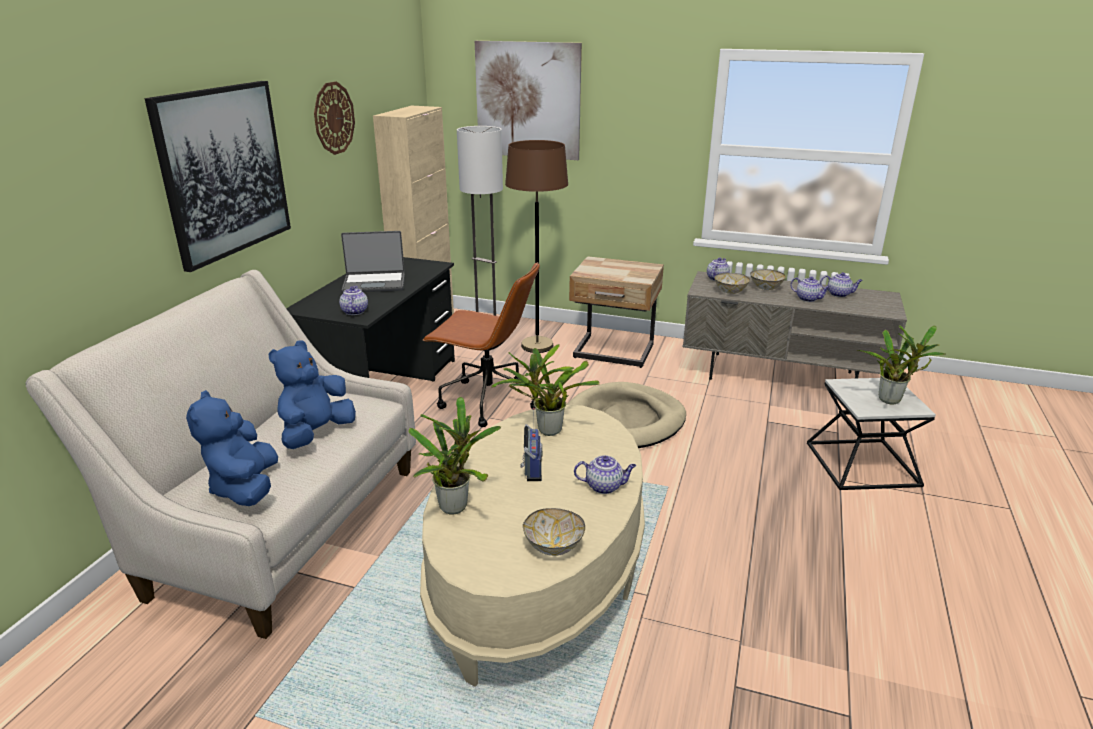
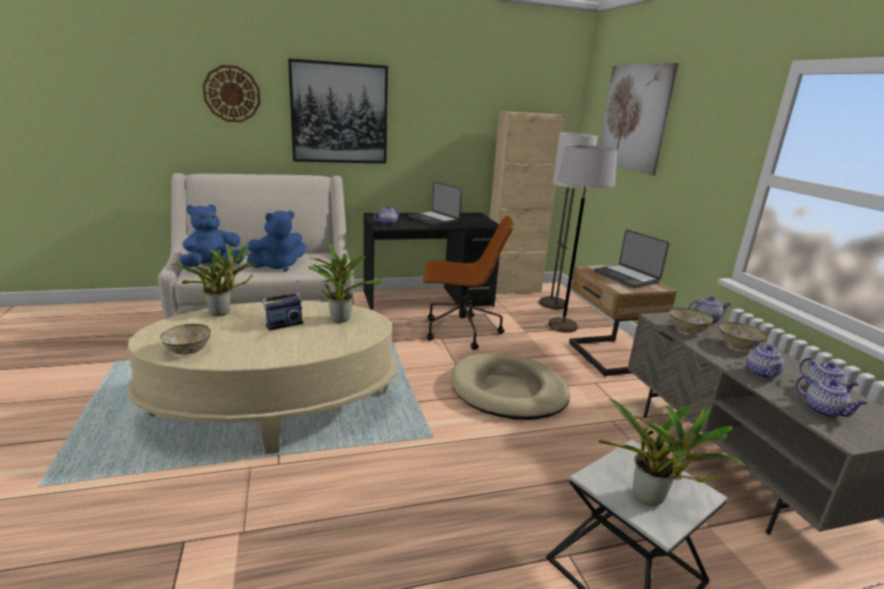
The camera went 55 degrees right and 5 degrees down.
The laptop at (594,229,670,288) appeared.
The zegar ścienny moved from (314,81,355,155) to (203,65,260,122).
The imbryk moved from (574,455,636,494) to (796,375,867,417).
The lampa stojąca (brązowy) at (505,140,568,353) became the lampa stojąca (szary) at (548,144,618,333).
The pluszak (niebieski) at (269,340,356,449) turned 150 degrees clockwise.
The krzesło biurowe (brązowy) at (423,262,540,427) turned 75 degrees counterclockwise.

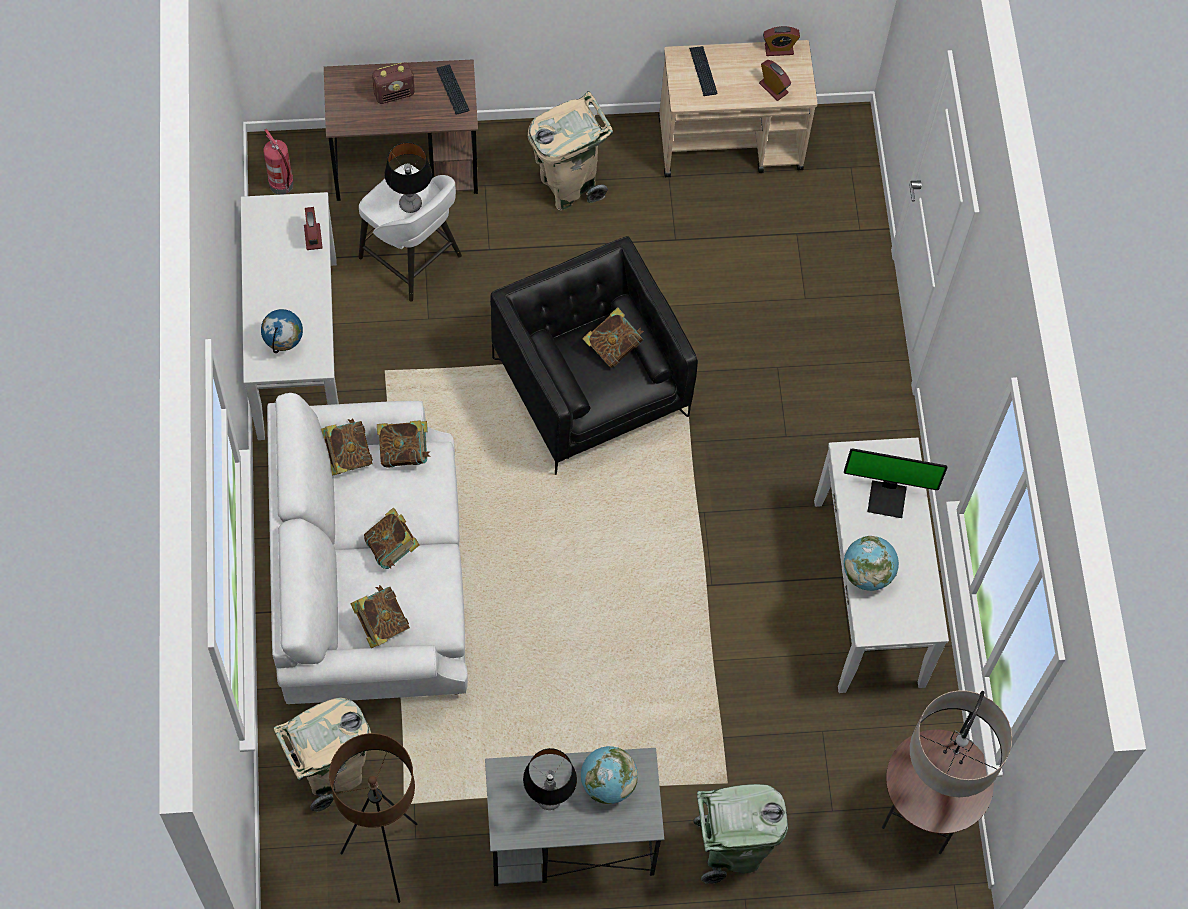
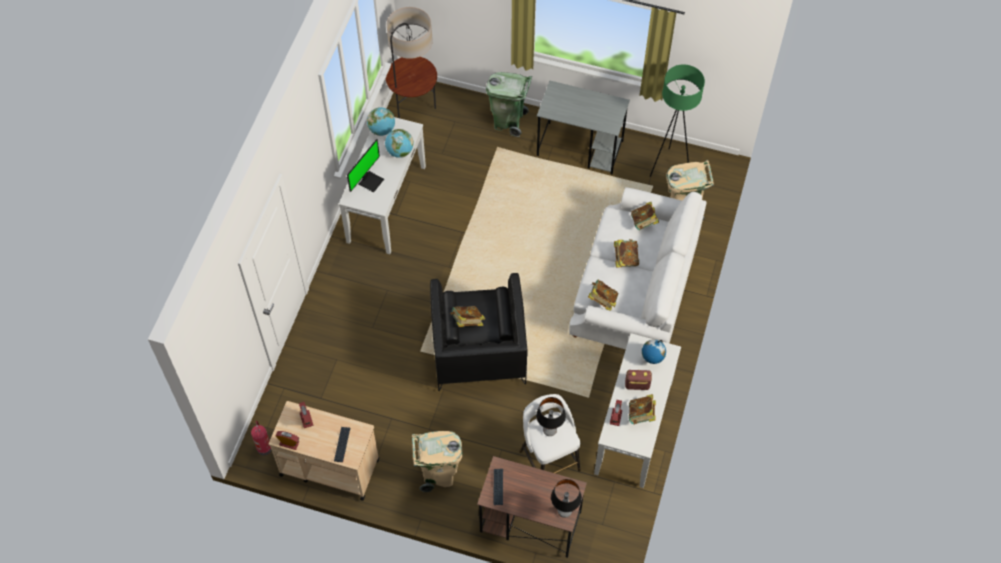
The camera went 155 degrees left and 5 degrees down.
The gaśnica moved from (263,129,294,195) to (251,421,272,455).
The książka moved from (321,418,373,476) to (629,394,656,424).
The radio moved from (372,62,415,104) to (625,370,652,390).
The lampa stołowa moved from (523,748,577,810) to (551,479,582,518).
The globus moved from (581,746,638,804) to (367,108,395,136).
The lampa stojąca (brązowy) at (329,733,418,903) became the lampa stojąca (zielony) at (650,64,705,177).
The monitor at (844,448,948,518) turned 90 degrees clockwise.

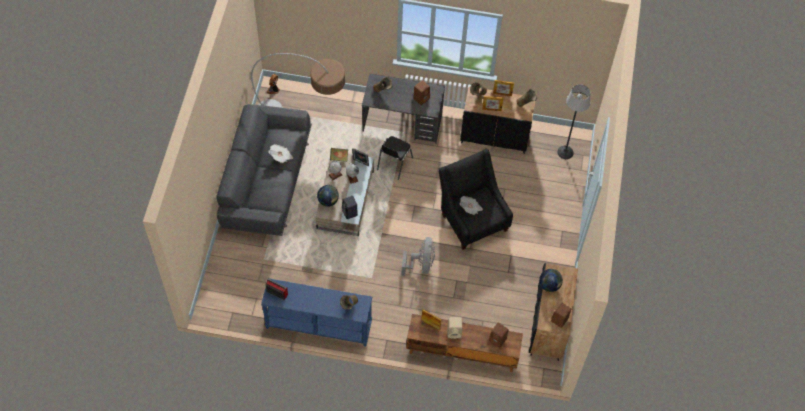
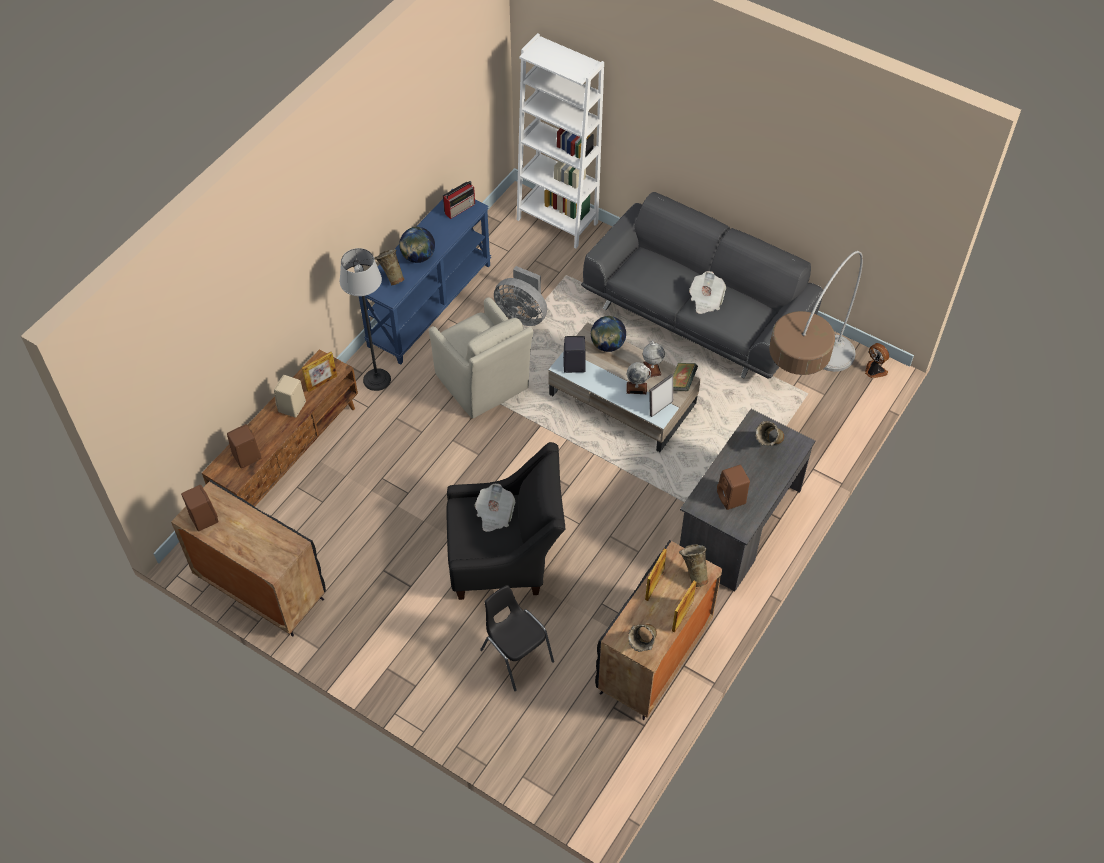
The camera went 115 degrees right and 5 degrees down.
The fotel (beżowy) at (429,297,533,418) appeared.
The regał (biały) at (517,33,604,248) appeared.
The krzesło (czarny) moved from (377,136,413,180) to (480,585,554,691).
The wentylator (szary) moved from (401,237,435,276) to (494,266,547,326).
The globus moved from (539,269,563,292) to (399,227,435,263).
The lampa stojąca moved from (557,85,590,159) to (340,248,391,391).

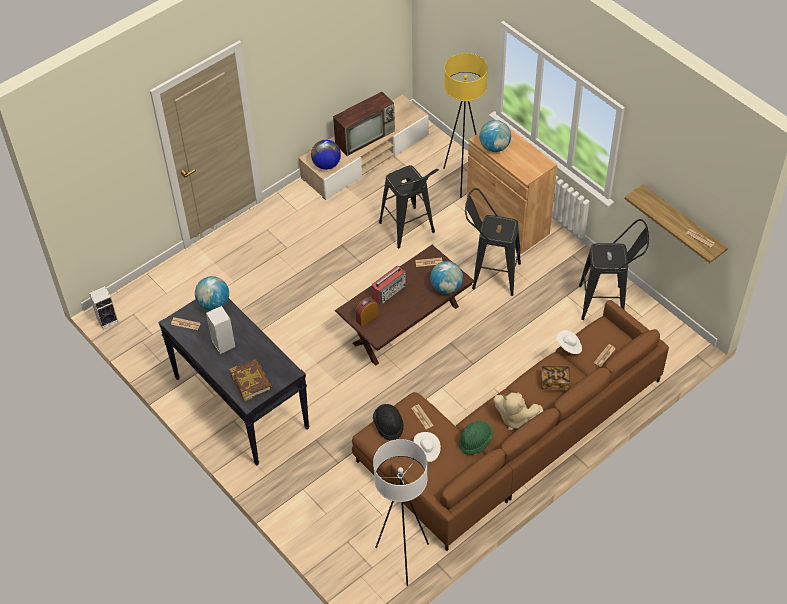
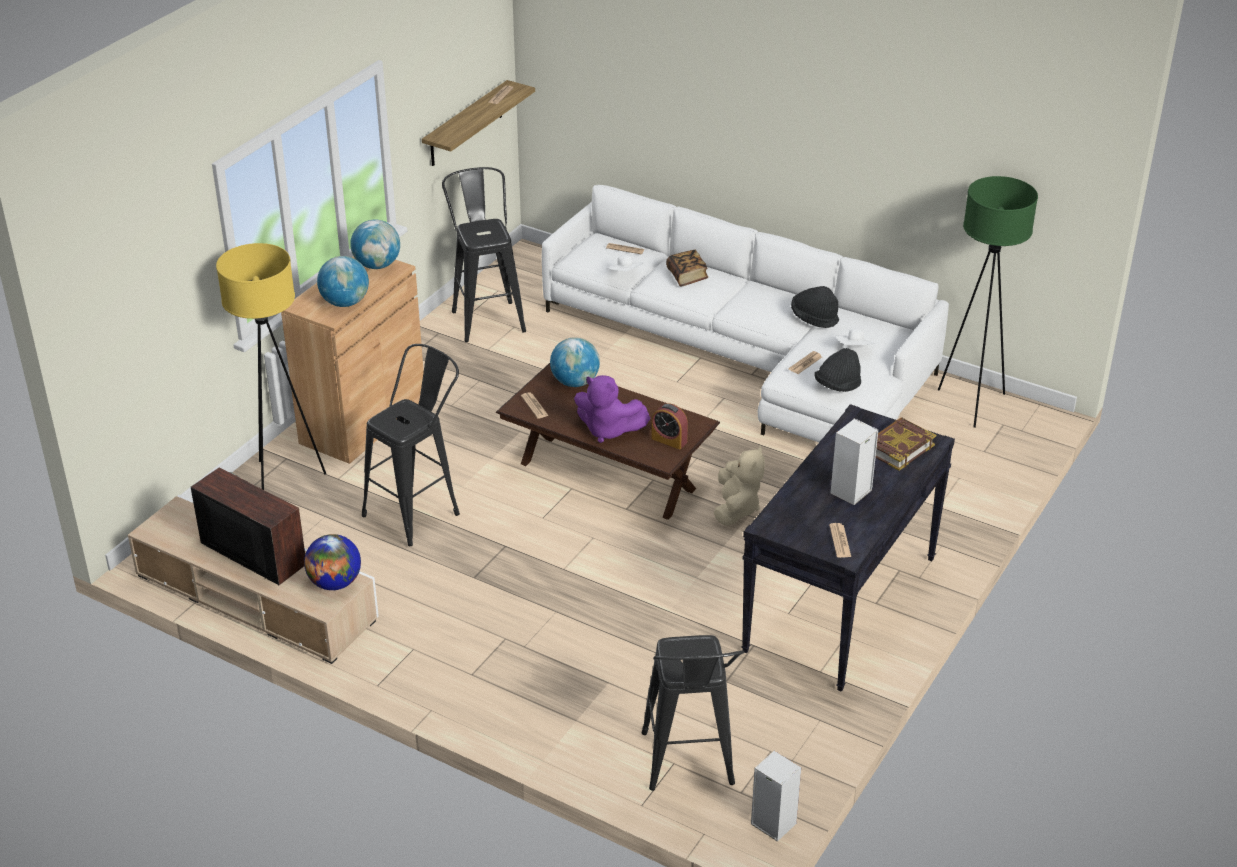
The camera went 110 degrees left and 15 degrees down.
The globus moved from (195,276,229,310) to (350,220,400,269).
The stołek (czarny) moved from (465,188,521,296) to (642,635,744,791).
The pluszak (beżowy) moved from (493,393,543,430) to (714,446,765,526).
The radio at (372,266,406,304) was replaced by the pluszak (fioletowy) at (574,375,651,443).
The kanapa (brązowy) at (352,300,669,551) became the kanapa (biały) at (542,185,949,442).
The lampa stojąca (biały) at (373,439,429,586) became the lampa stojąca (zielony) at (938,176,1038,428).
The kapelusz (zielony) at (459,421,493,455) became the kapelusz (czarny) at (791,286,839,328).

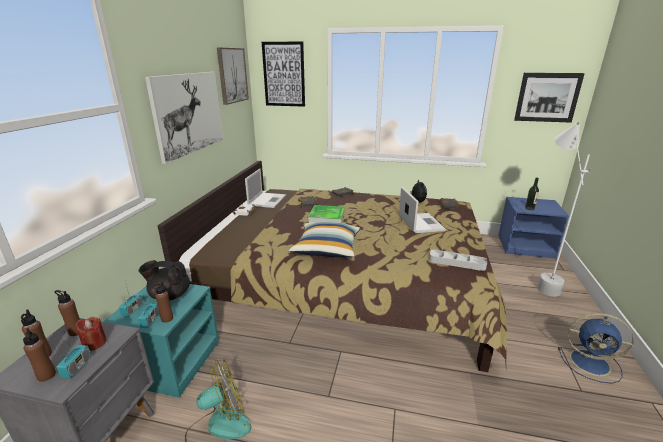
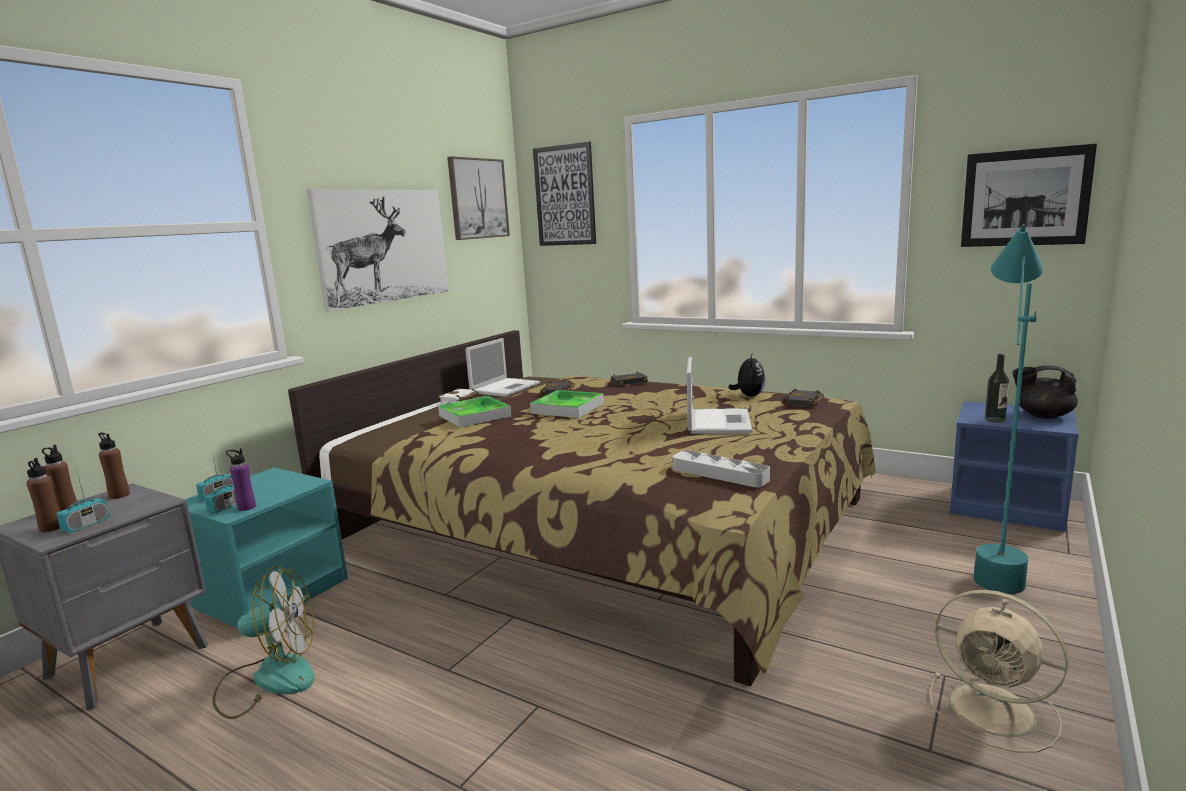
The camera went 20 degrees right and 10 degrees down.
The świeca (czerwony) at (75,317,107,351) disappeared.
The poduszka at (289,222,360,257) disappeared.
The taca at (438,396,511,428) appeared.
The imbryk (czarny) moved from (138,260,190,301) to (1012,365,1078,419).
The butelka (brązowy) at (153,282,173,323) became the butelka (fioletowy) at (226,448,256,511).
The lampa stojąca (biały) at (537,122,591,297) became the lampa stojąca (turkusowy) at (974,224,1043,594).
The wentylator (niebieski) at (558,313,634,384) became the wentylator (beżowy) at (929,590,1069,753).

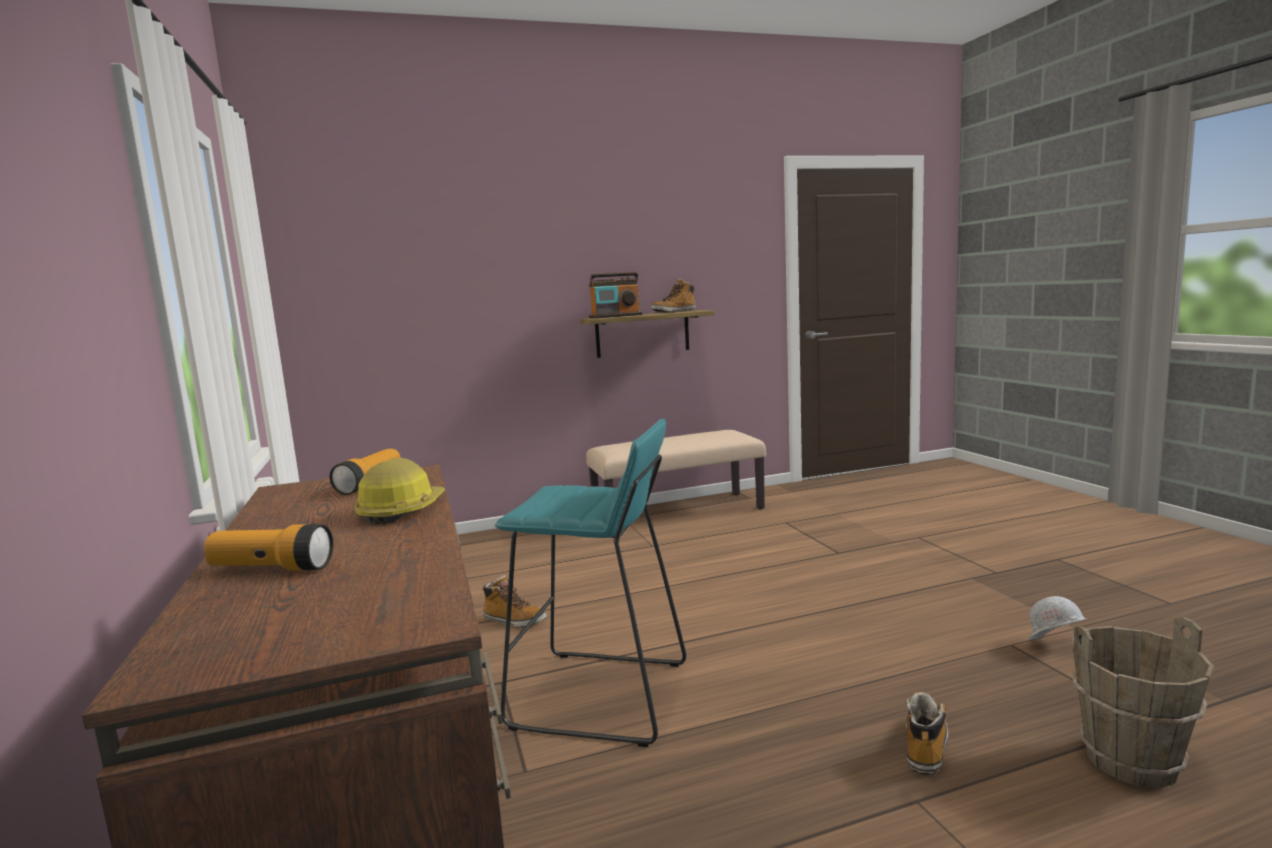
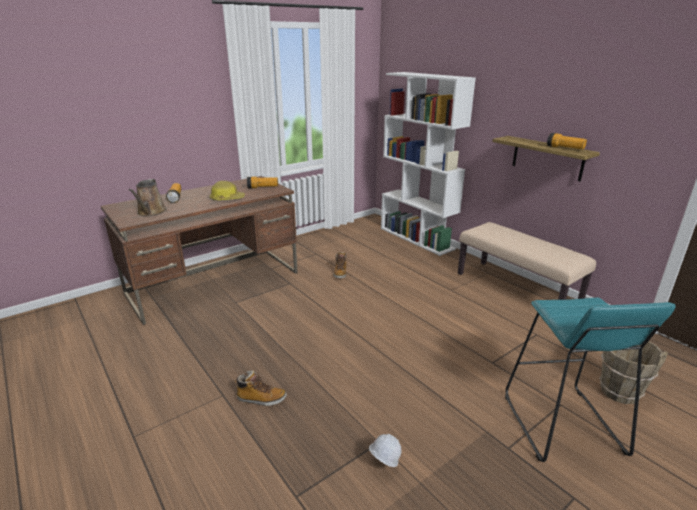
The camera went 70 degrees right and 15 degrees up.
The radio at (589,272,642,318) disappeared.
The konewka (brązowy) at (129,179,167,216) appeared.
The regał (biały) at (381,72,476,256) appeared.
The stołek (turkusowy) moved from (495,419,686,747) to (505,297,676,462).
The wiadro (brązowy) moved from (1073,618,1214,788) to (599,341,668,404).
The but z cholewką at (651,279,696,313) was replaced by the latarka at (547,133,587,149).

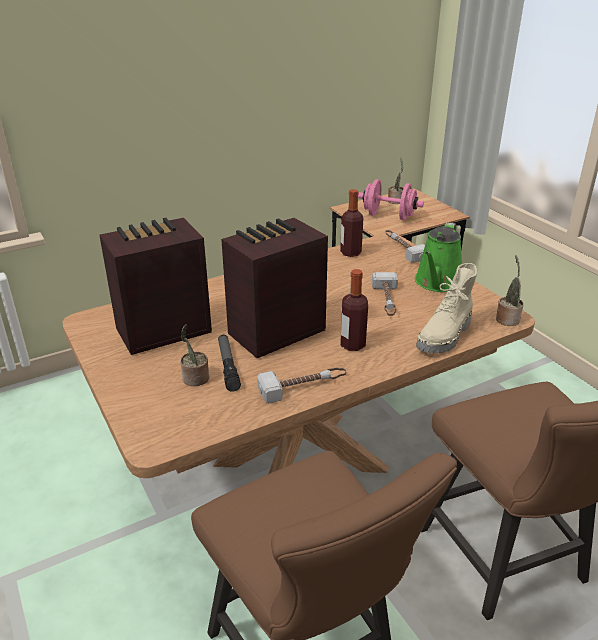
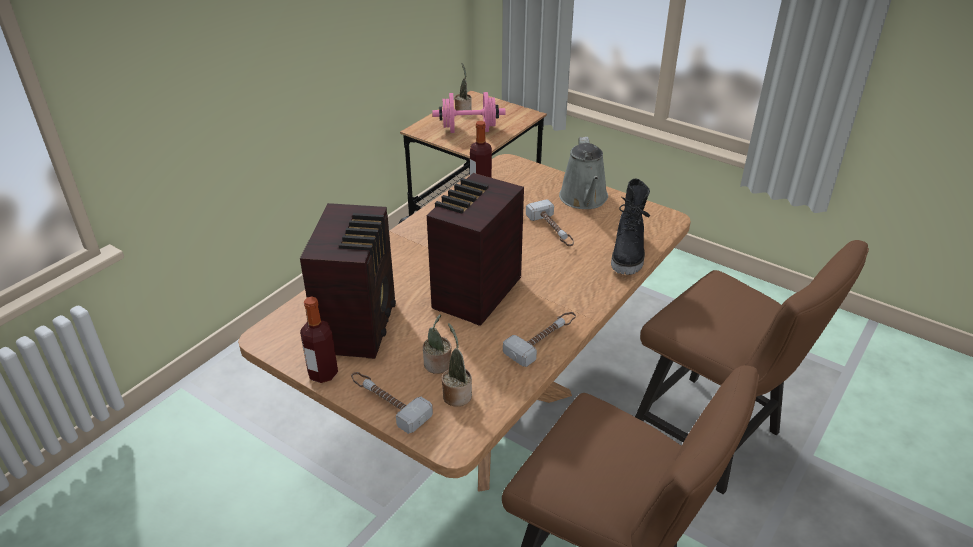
The camera went 25 degrees left and 5 degrees up.
The latarka at (218,335,241,392) disappeared.
The butelka moved from (341,269,368,351) to (300,296,338,383).
The młotek moved from (385,230,425,263) to (351,372,433,434).
The roślina doniczkowa moved from (496,255,524,326) to (441,323,472,406).
The konewka (zielony) at (415,222,462,292) became the konewka (szary) at (559,137,608,209).
The but z cholewką (beżowy) at (416,263,477,353) became the but z cholewką (czarny) at (611,178,650,275).
The radio at (99,218,212,355) turned 150 degrees clockwise.

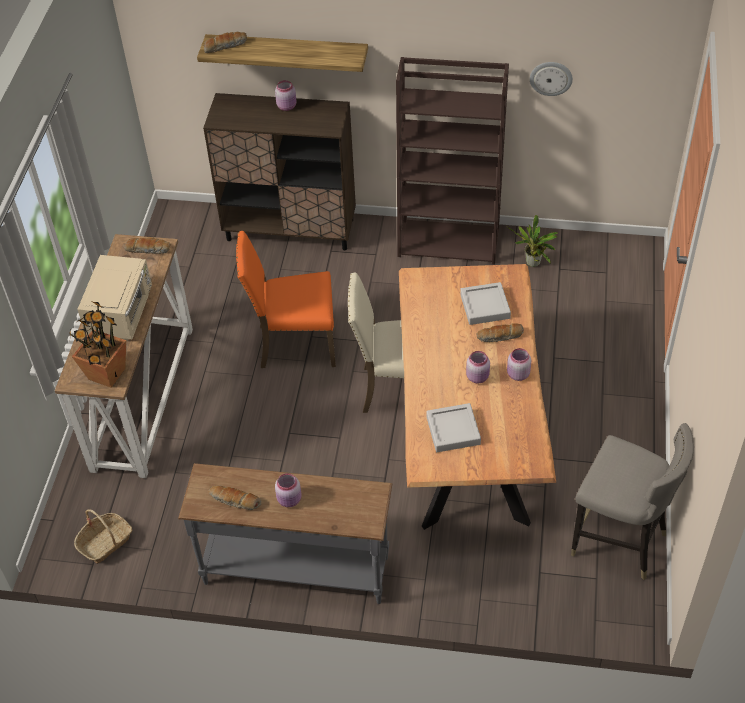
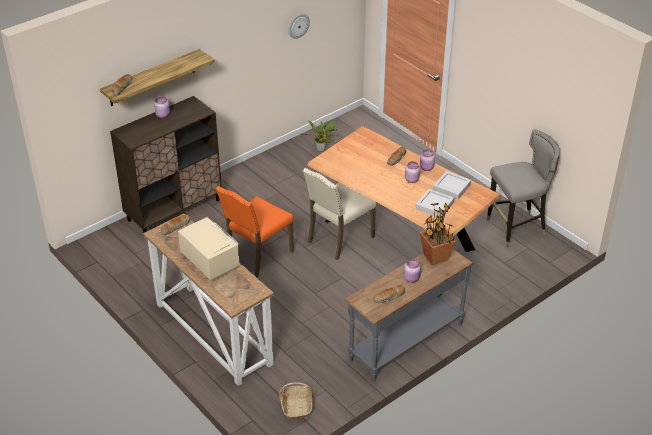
The camera went 50 degrees left and 10 degrees down.
The regał (brązowy) at (396,57,509,265) disappeared.
The roślina doniczkowa moved from (69,301,126,388) to (420,203,456,265).
The taca (szary) moved from (460,282,511,325) to (433,171,471,200).

